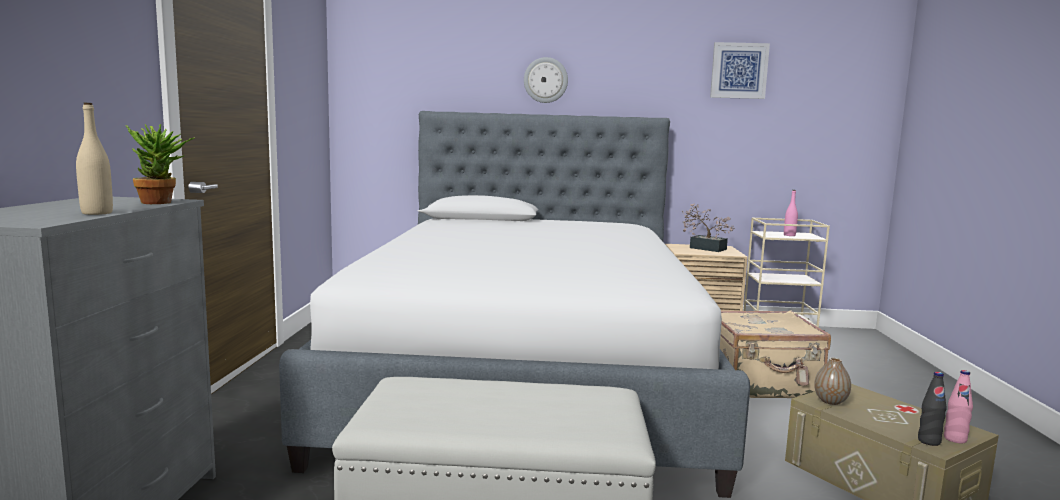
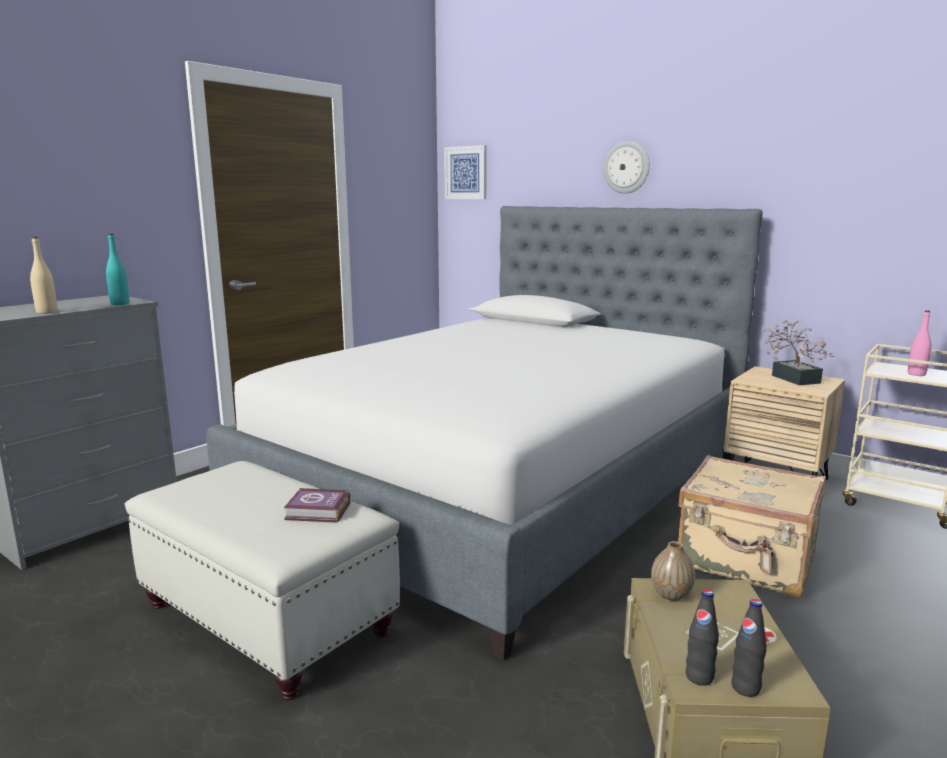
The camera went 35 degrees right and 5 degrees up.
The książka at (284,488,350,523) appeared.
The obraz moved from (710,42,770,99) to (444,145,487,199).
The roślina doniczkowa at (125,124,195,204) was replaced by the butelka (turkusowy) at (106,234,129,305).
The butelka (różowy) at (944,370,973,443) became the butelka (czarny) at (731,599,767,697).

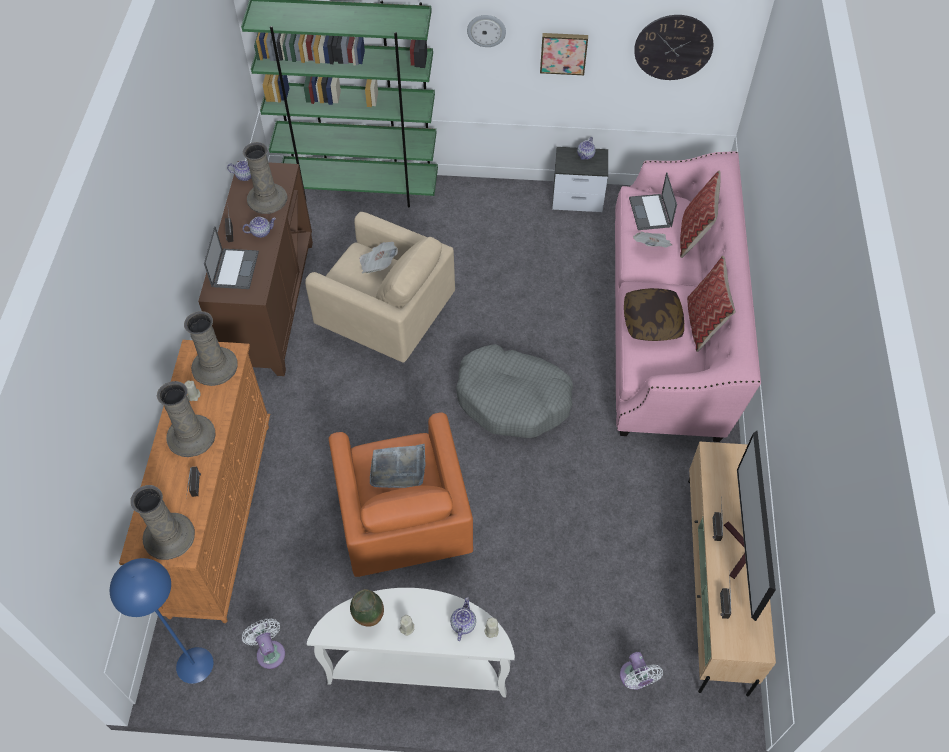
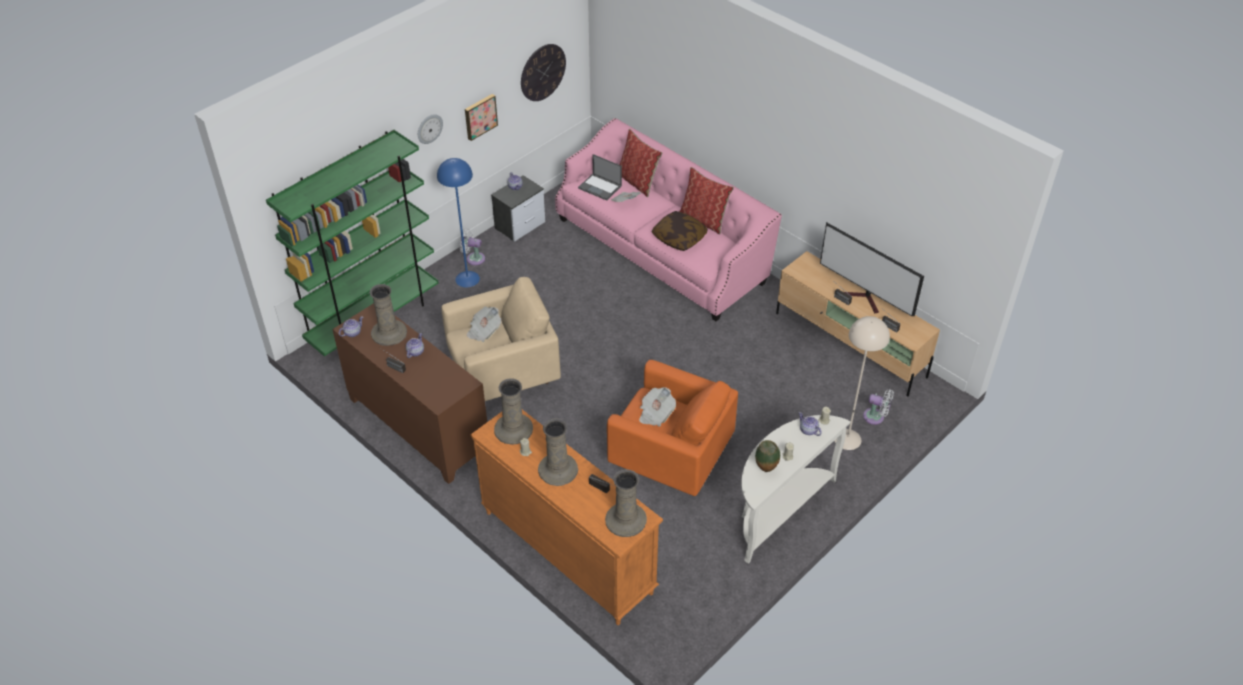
The camera went 50 degrees left and 10 degrees down.
The laptop at (204,226,259,289) disappeared.
The legowisko (szary) at (456,344,573,438) disappeared.
The lampa stojąca (beżowy) at (834,316,890,450) appeared.
The lampa stojąca (niebieski) moved from (110,558,213,684) to (437,158,480,288).
The wentylator (biały) moved from (242,618,285,669) to (459,229,485,265).
The taca (szary) at (370,444,425,488) was replaced by the gazeta at (639,387,676,427).

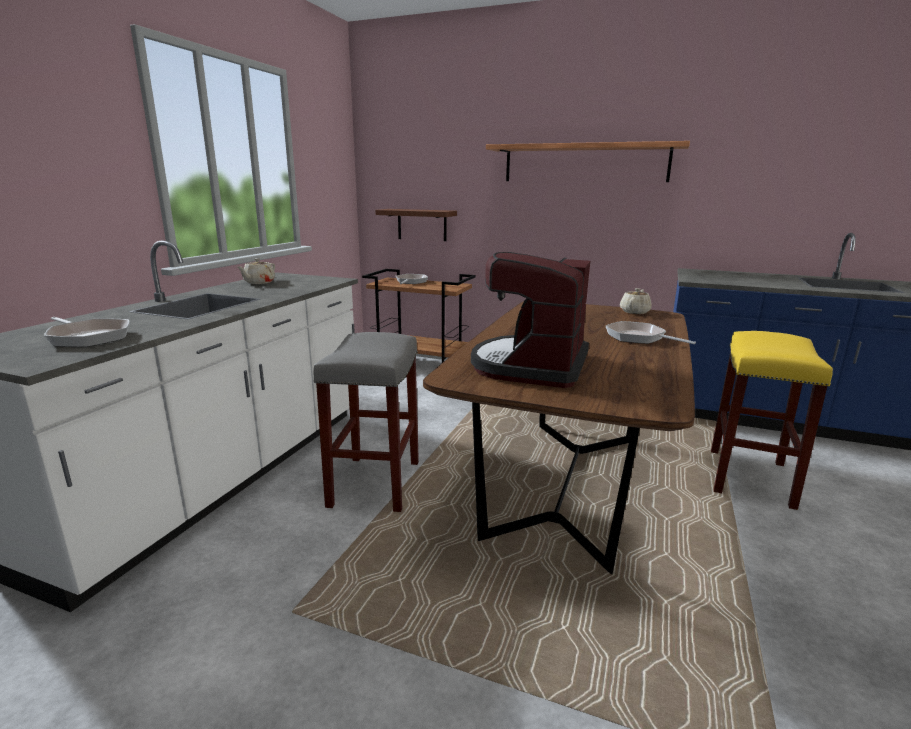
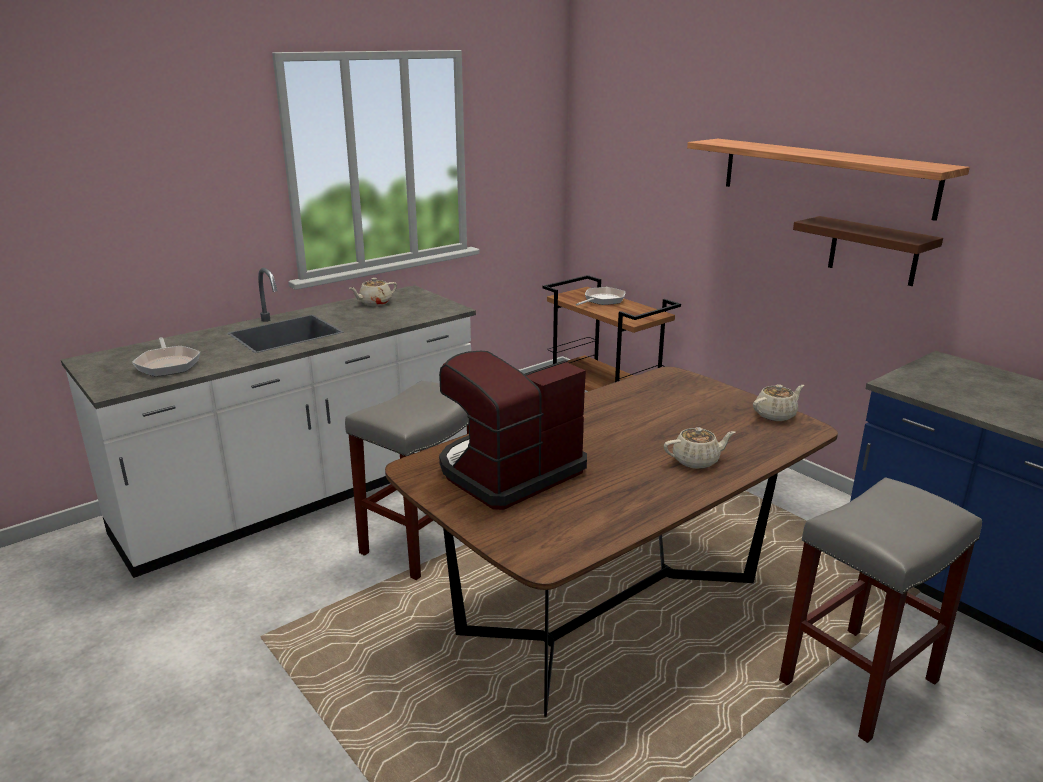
The camera went 30 degrees right and 5 degrees up.
The półka (brązowy) moved from (375,209,457,241) to (793,216,943,286).
The patelnia at (606,321,696,344) was replaced by the imbryk (beżowy) at (664,427,735,469).
The stołek (żółty) at (711,331,833,510) became the stołek (szary) at (779,477,982,743).

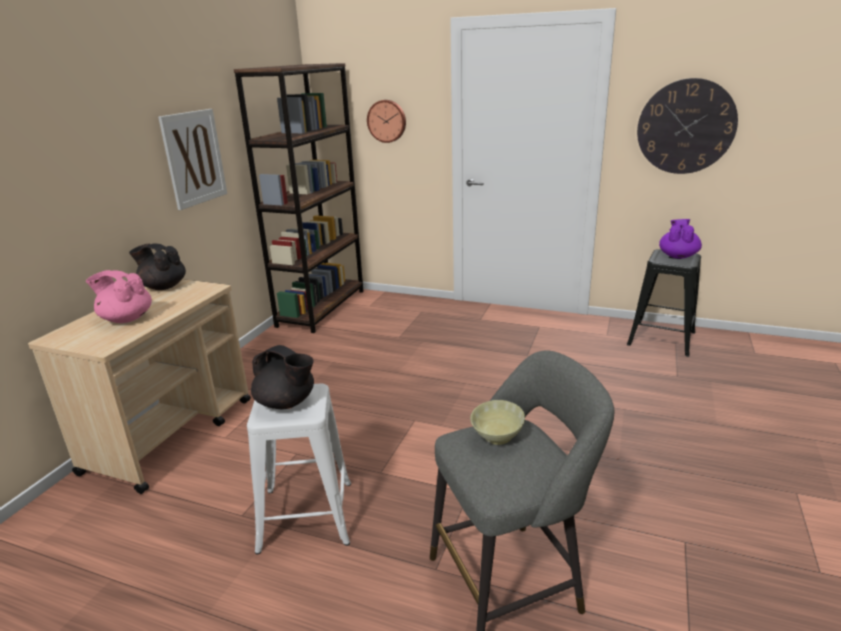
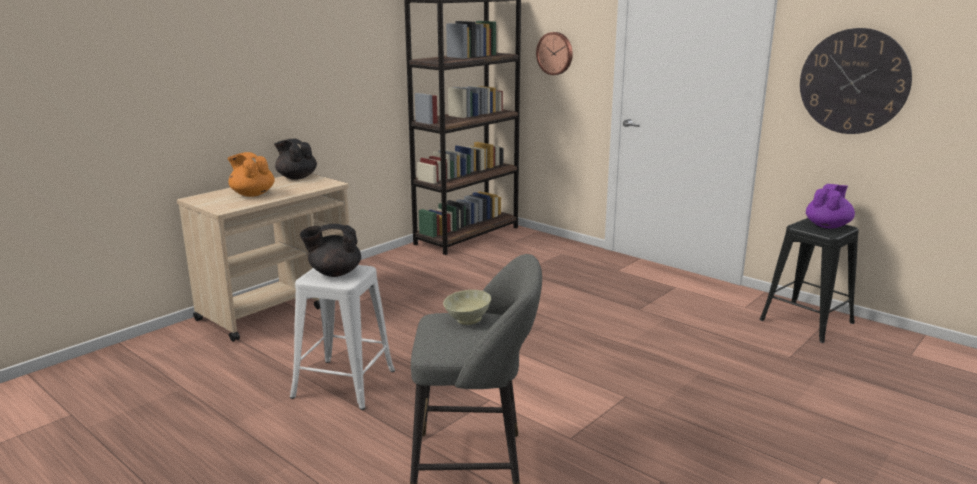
The camera went 20 degrees right and 5 degrees down.
The obraz at (158,109,227,210) disappeared.
The imbryk (różowy) at (86,270,152,323) became the imbryk (pomarańczowy) at (228,152,275,197).
The imbryk (czarny) at (251,345,314,409) turned 120 degrees clockwise.

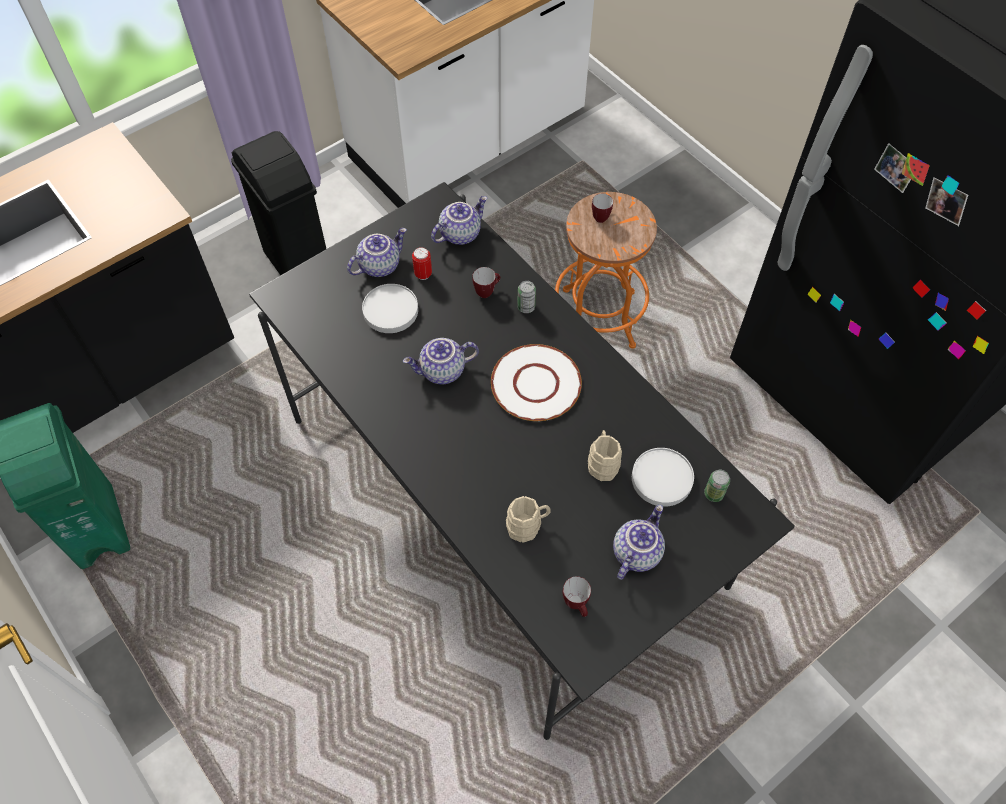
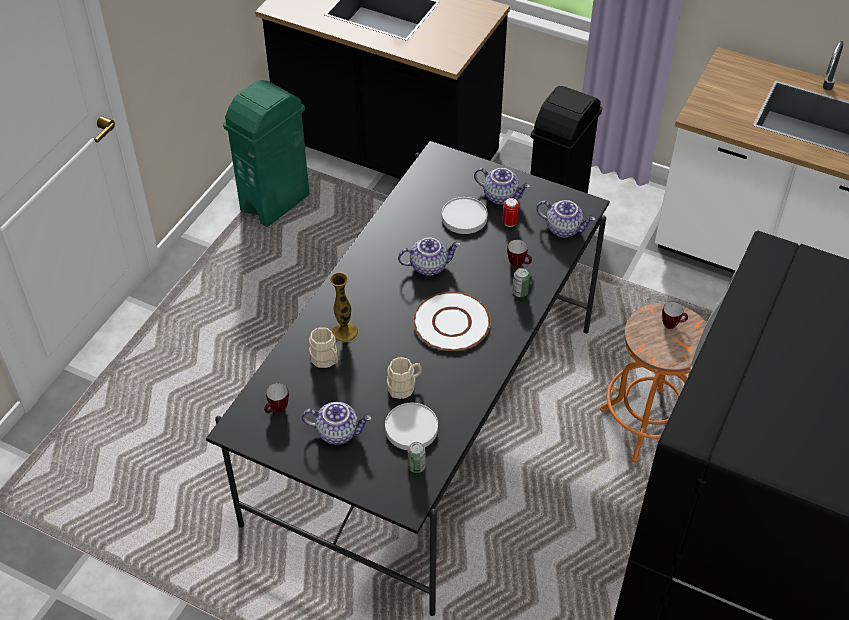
The camera went 65 degrees right and 10 degrees down.
The wazon at (329,272,359,342) appeared.
The imbryk at (403,338,479,384) turned 120 degrees clockwise.

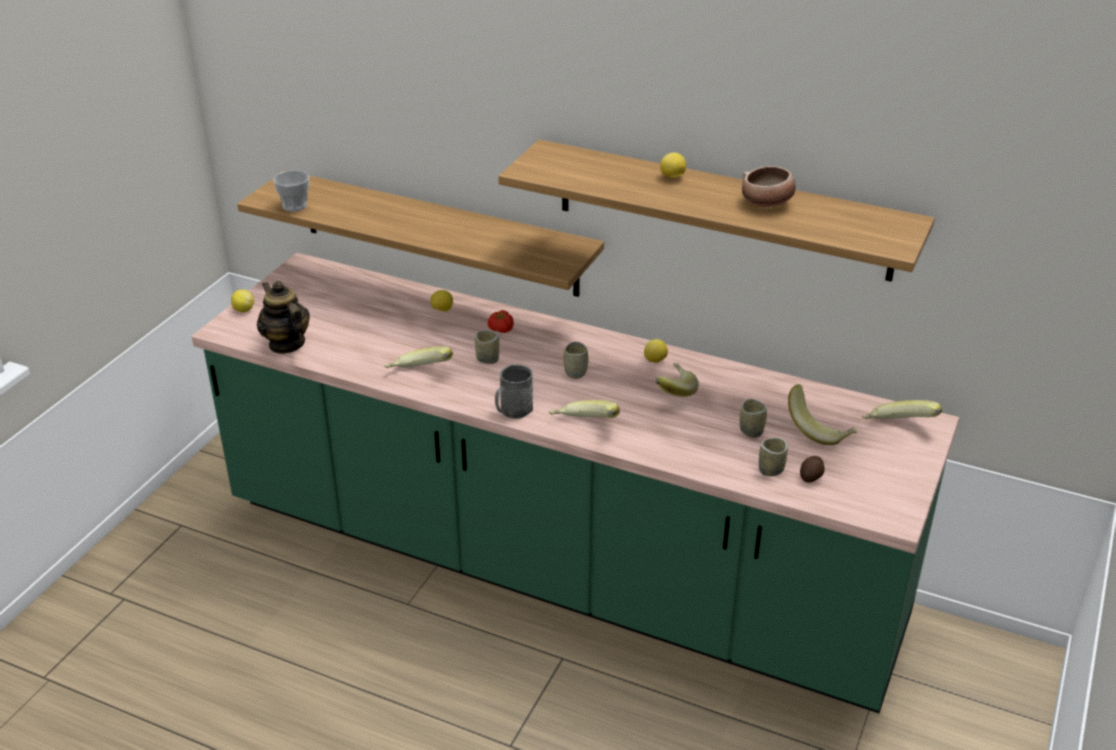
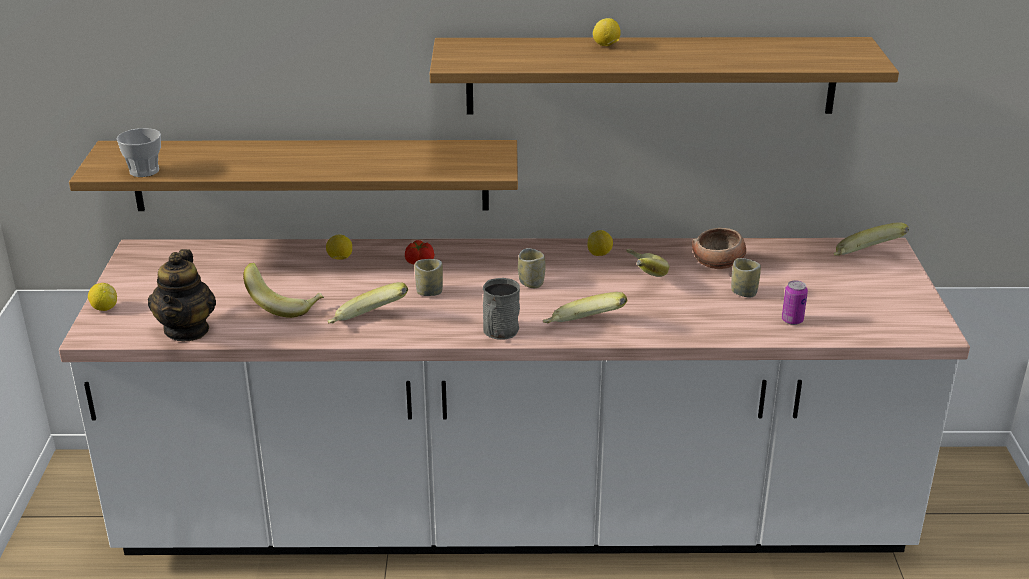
The camera went 25 degrees left and 5 degrees down.
The ziemniak at (800,456,825,483) disappeared.
The miska moved from (742,166,796,207) to (692,228,746,269).
The banan moved from (788,384,857,445) to (243,263,324,318).
The filiżanka at (759,438,788,476) was replaced by the puszka at (782,280,808,325).
The zabudowa kuchenna (zielony) at (192,253,959,713) became the zabudowa kuchenna (biały) at (59,238,970,555).
The imbryk at (257,281,310,354) turned 120 degrees counterclockwise.

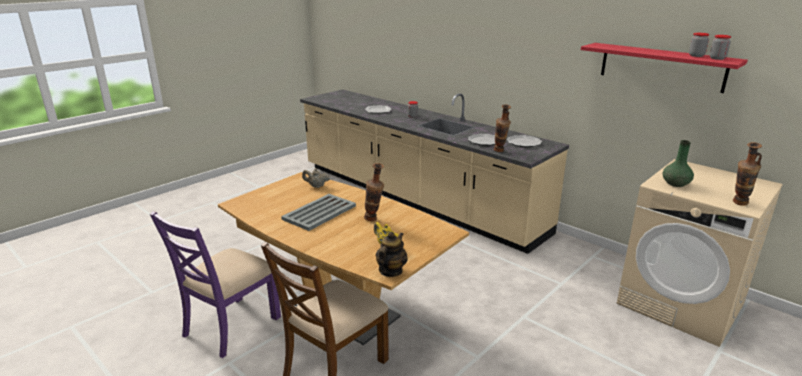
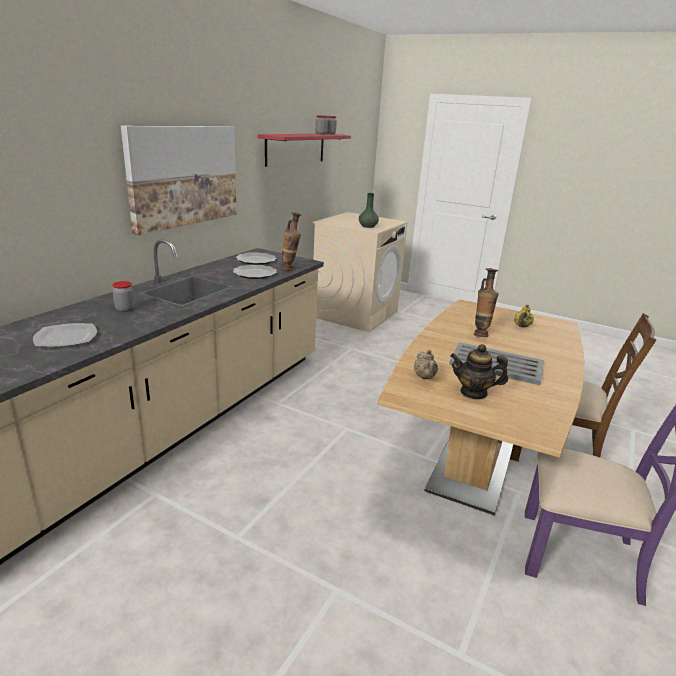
The camera went 105 degrees left and 0 degrees up.
The wazon at (733,142,762,206) disappeared.
The obraz at (121,126,237,235) appeared.
The imbryk moved from (376,232,408,277) to (450,344,508,400).

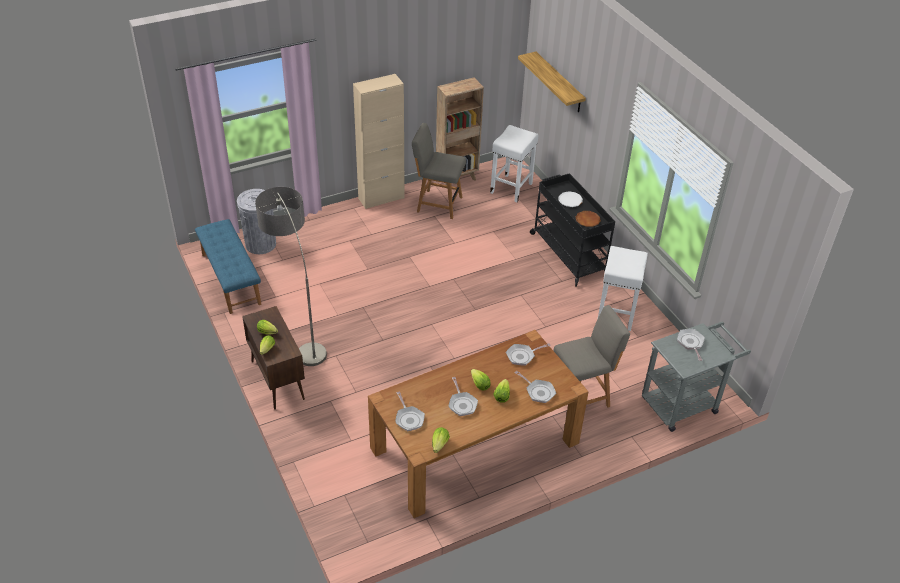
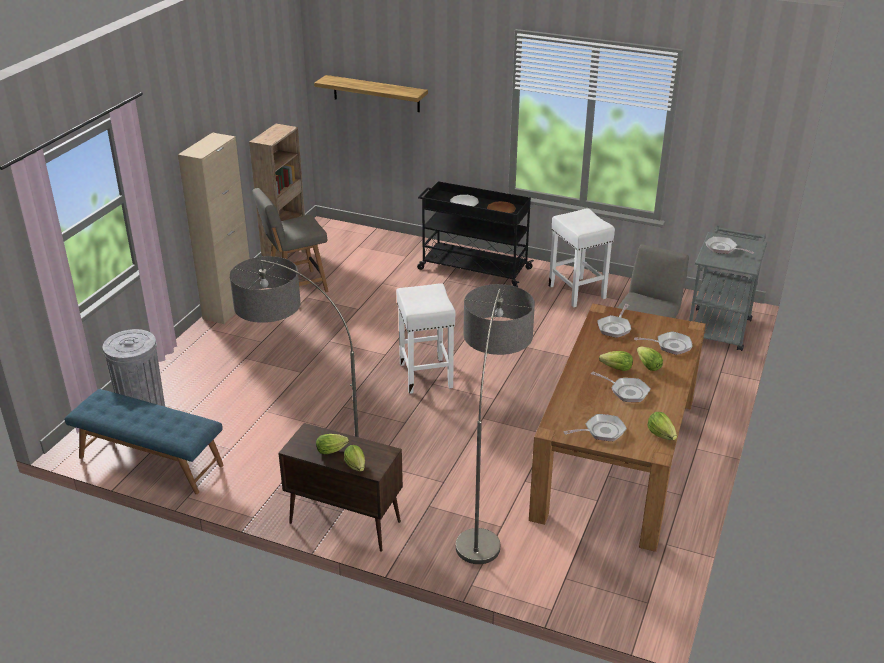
The camera went 40 degrees left and 10 degrees down.
The lampa stojąca at (456,284,535,564) appeared.
The stołek (biały) moved from (490,125,539,202) to (396,283,456,394).
The patelnia at (395,391,425,431) turned 45 degrees counterclockwise.

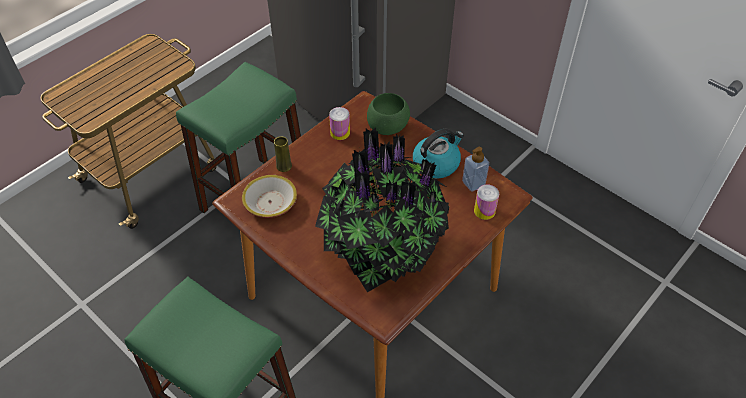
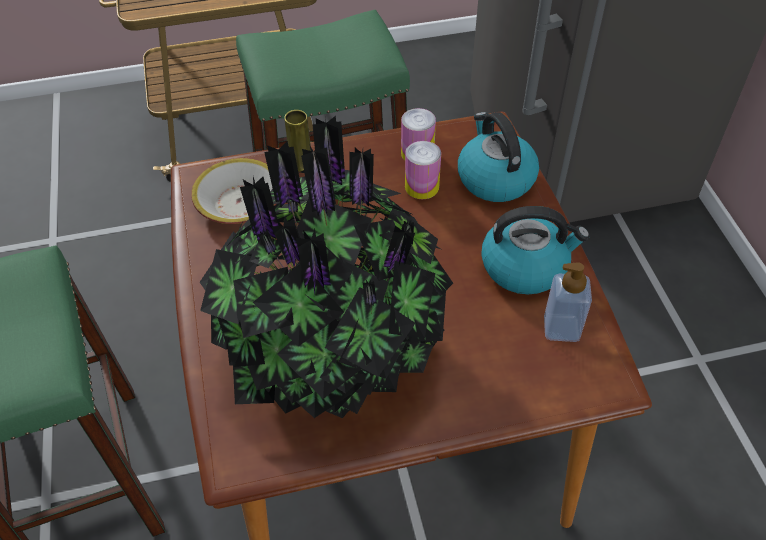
The camera went 35 degrees right and 0 degrees up.
The puszka moved from (474,185,499,220) to (405,141,441,199).
The miska (zielony) at (367,93,410,135) was replaced by the czajnik at (458,112,539,202).

